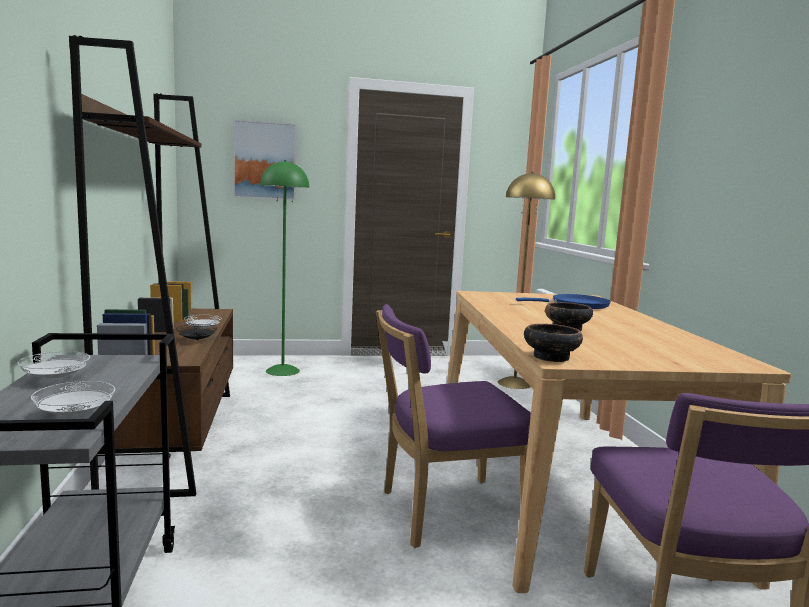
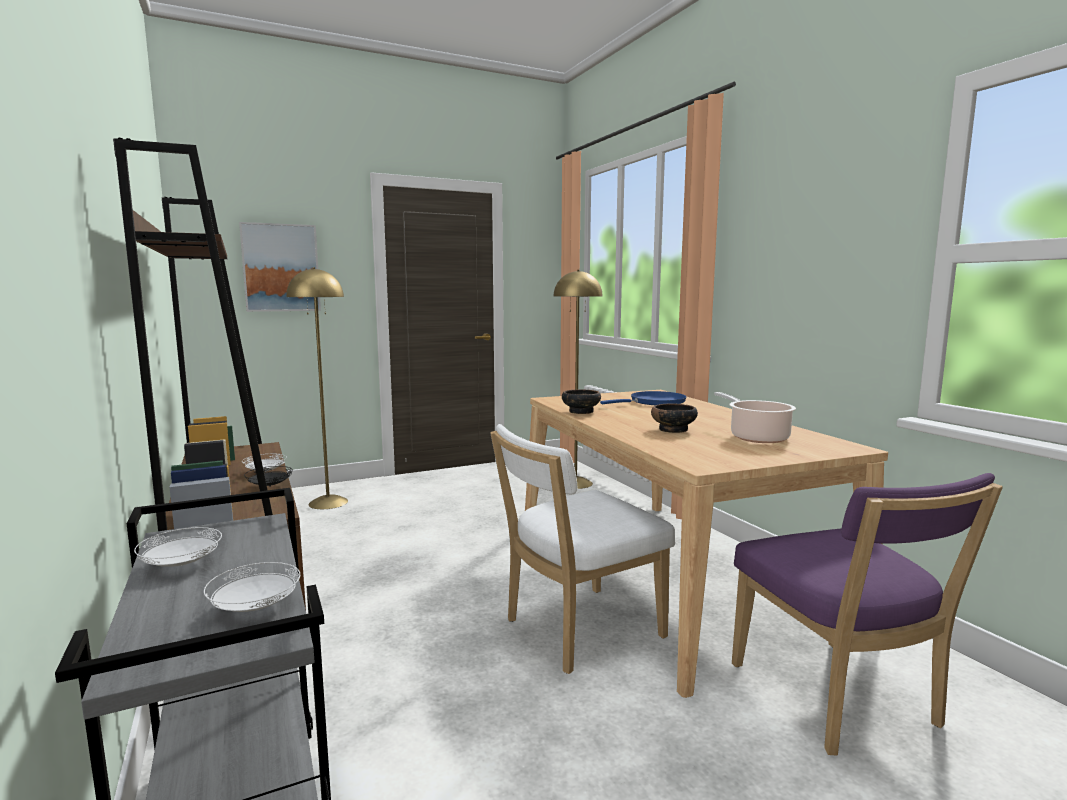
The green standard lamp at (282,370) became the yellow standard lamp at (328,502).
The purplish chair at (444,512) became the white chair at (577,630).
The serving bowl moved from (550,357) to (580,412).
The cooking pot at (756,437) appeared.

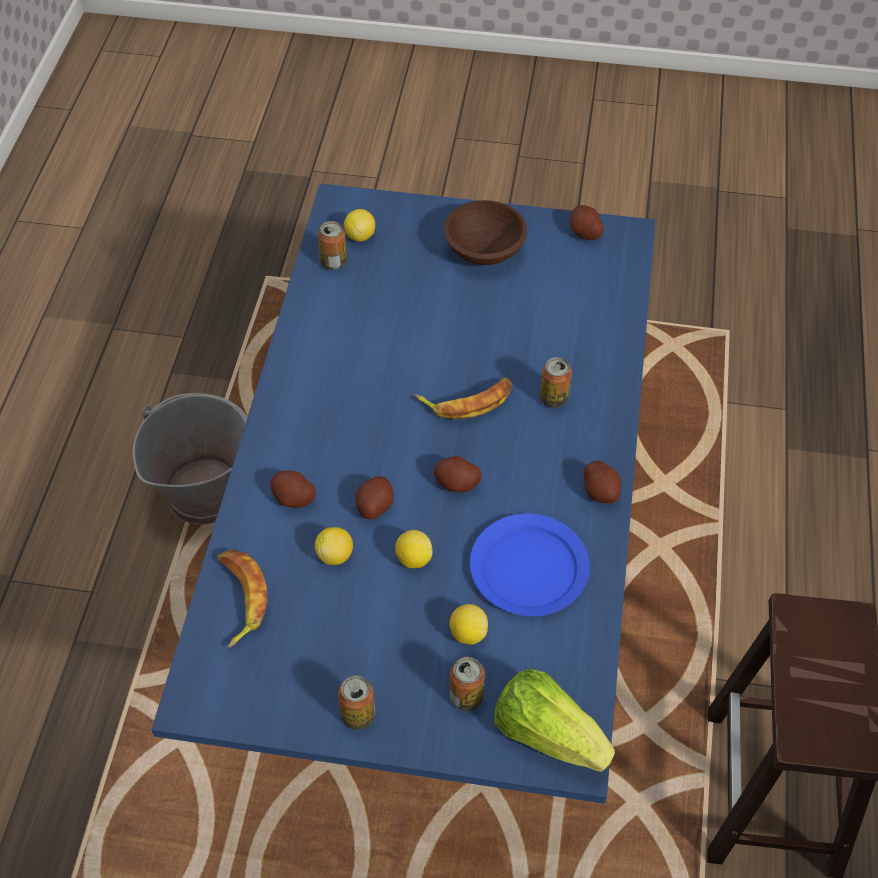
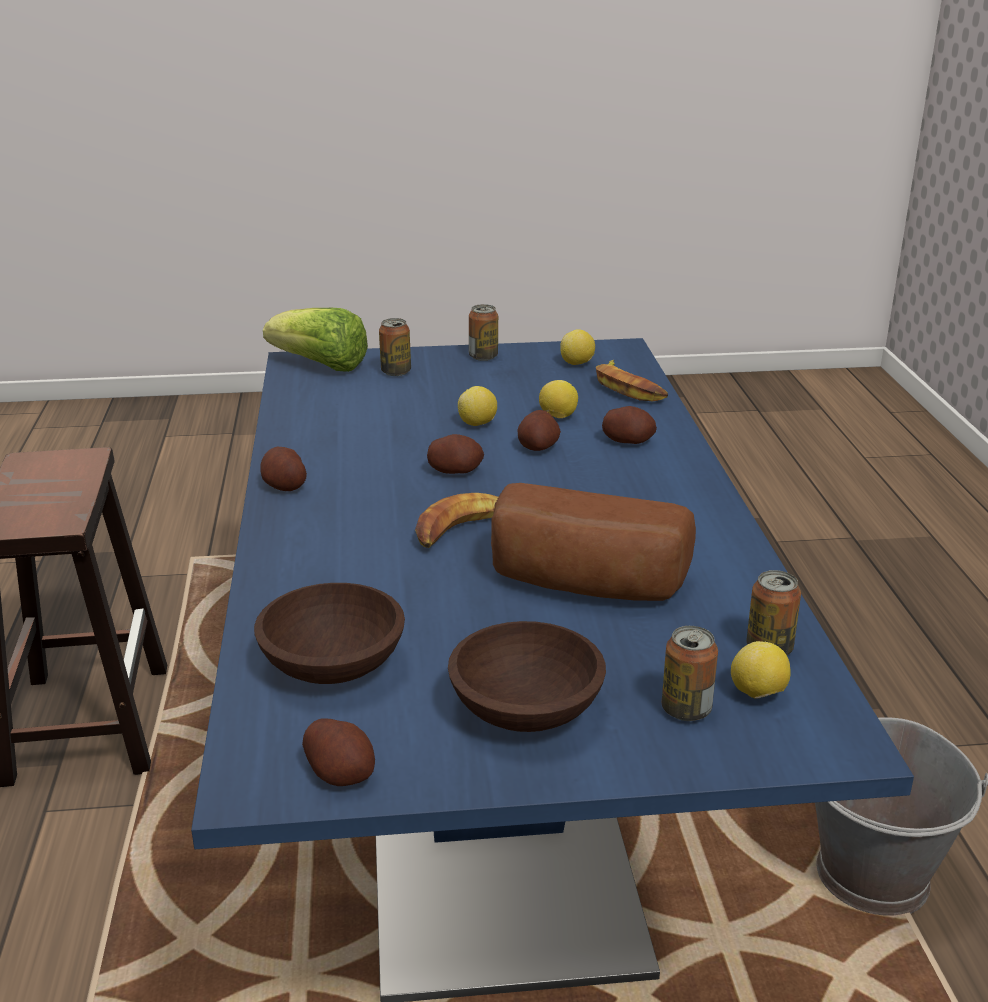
The can moved from (553,398) to (686,709).
The blue-coloured plate at (528,568) disappeared.
The citrus fruit moved from (468,633) to (577,364).
The bakery bread at (585,584) appeared.
The brown-coloured serving bowl at (335,664) appeared.

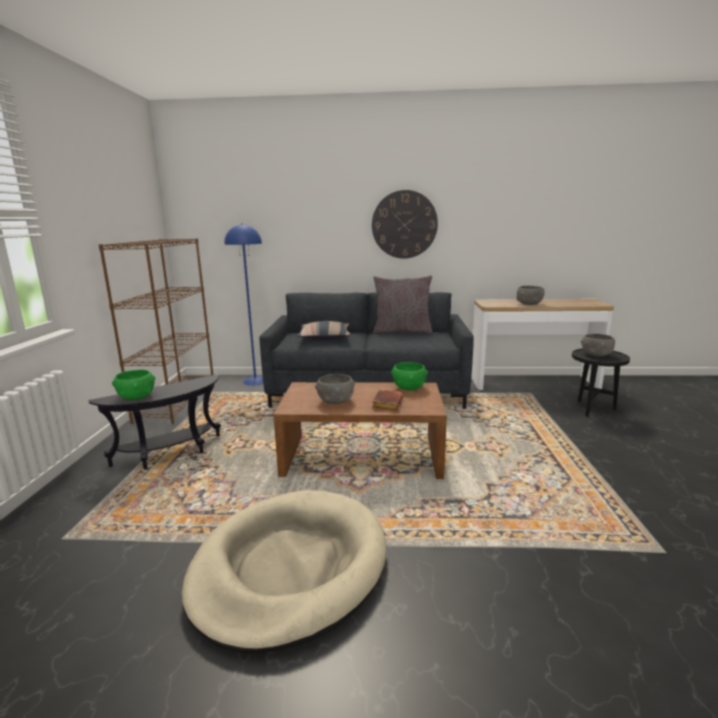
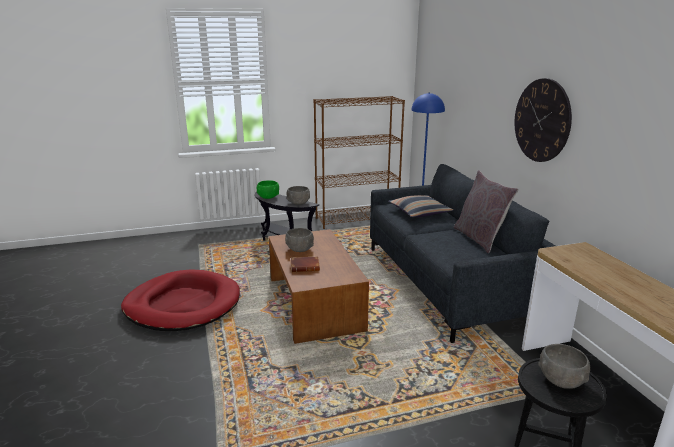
The grey serving bowl moved from (529,304) to (298,203).
The green serving bowl at (408,387) disappeared.
The sand-coloured dog cushion at (290,568) became the red-coloured dog cushion at (183,305).

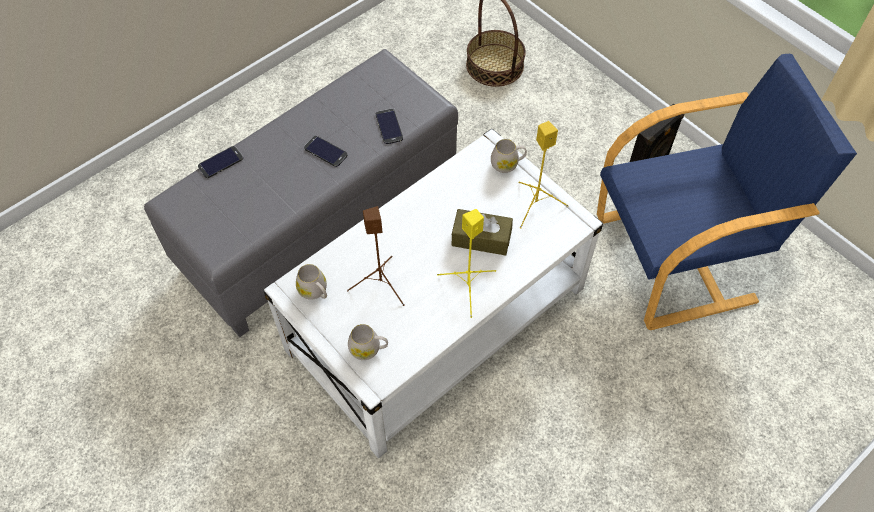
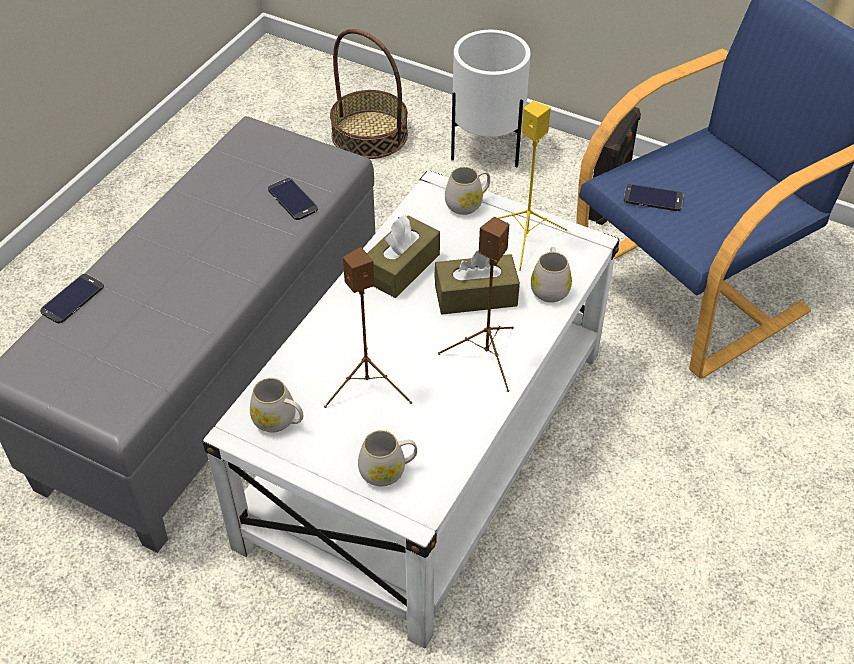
The phone moved from (325,151) to (653,198).
The yellow loudspeaker at (468,288) became the brown-coloured loudspeaker at (487,357).
The white flower pot at (486,151) appeared.
The brown-coloured tissue box at (402,268) appeared.
The white mug at (550,287) appeared.

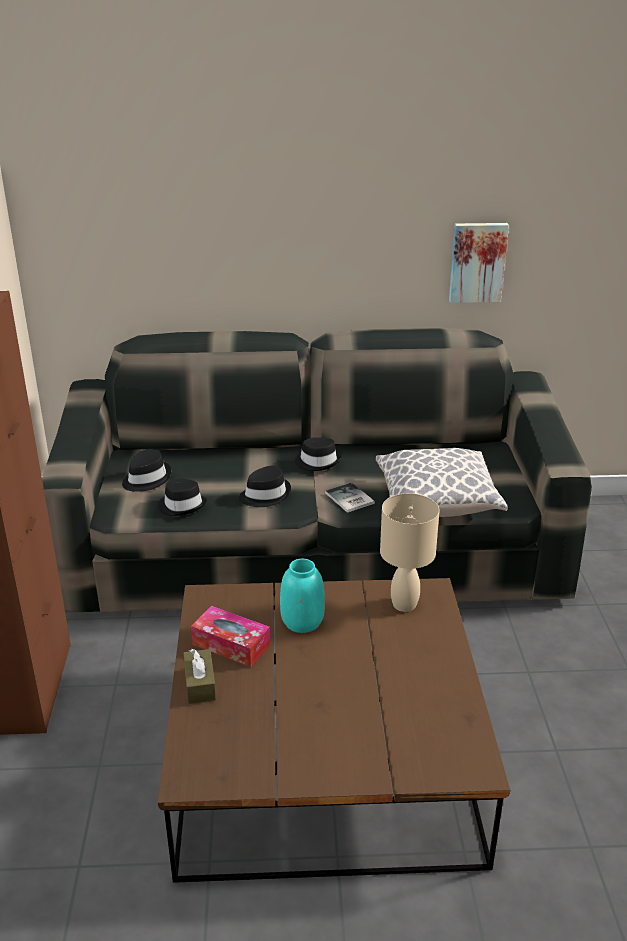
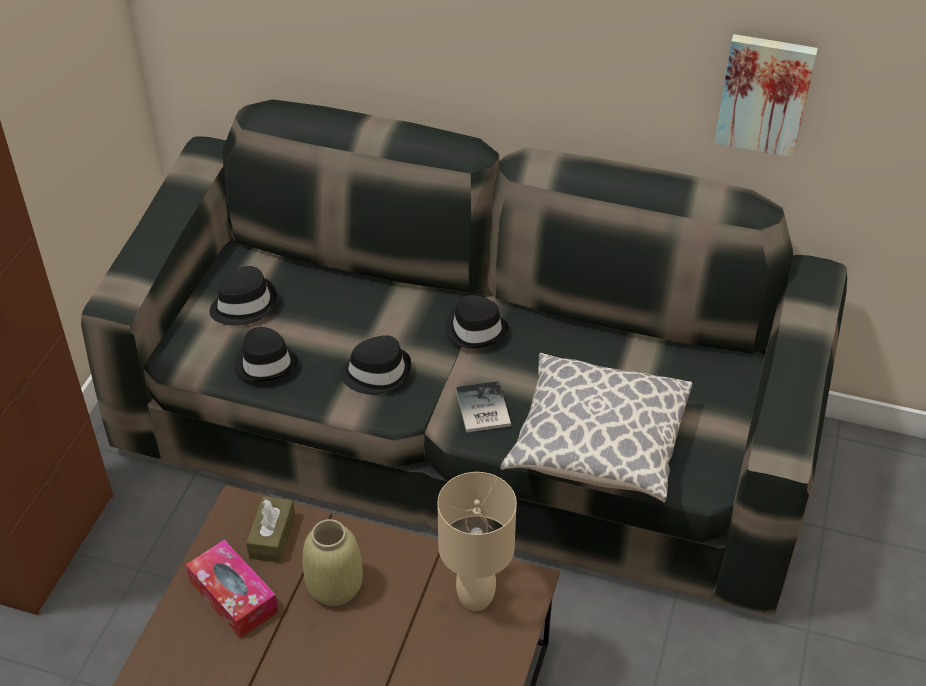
The turquoise-coloured flower vase at (303,622) became the sand-coloured flower vase at (335,587).
The brown-coloured tissue box moved from (200,684) to (272,537).

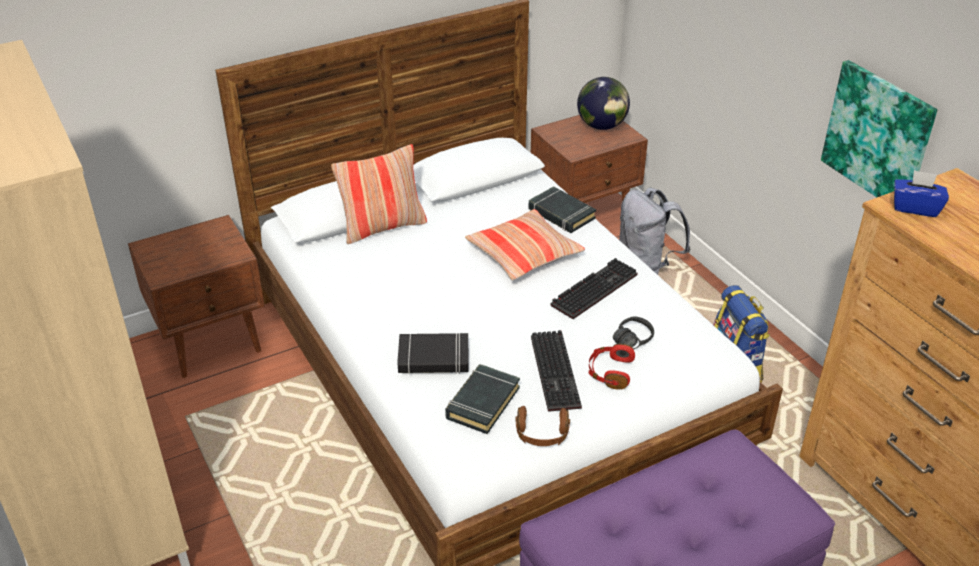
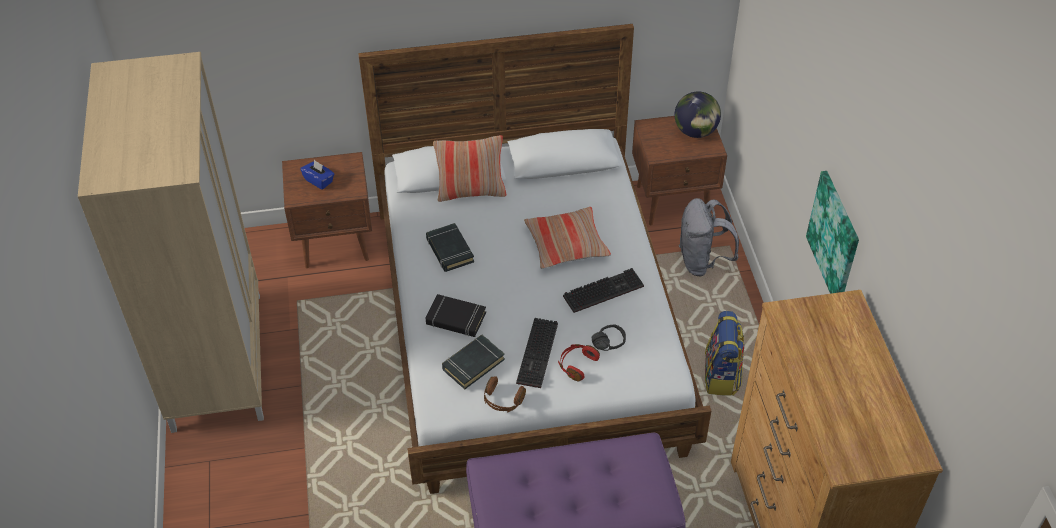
The blue-coloured tissue box moved from (915,207) to (319,181).
The blackish volume moved from (561,214) to (449,250).

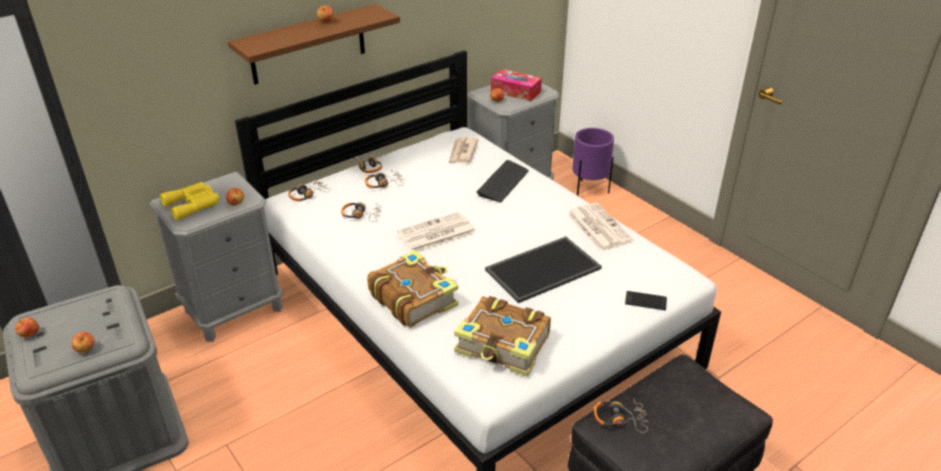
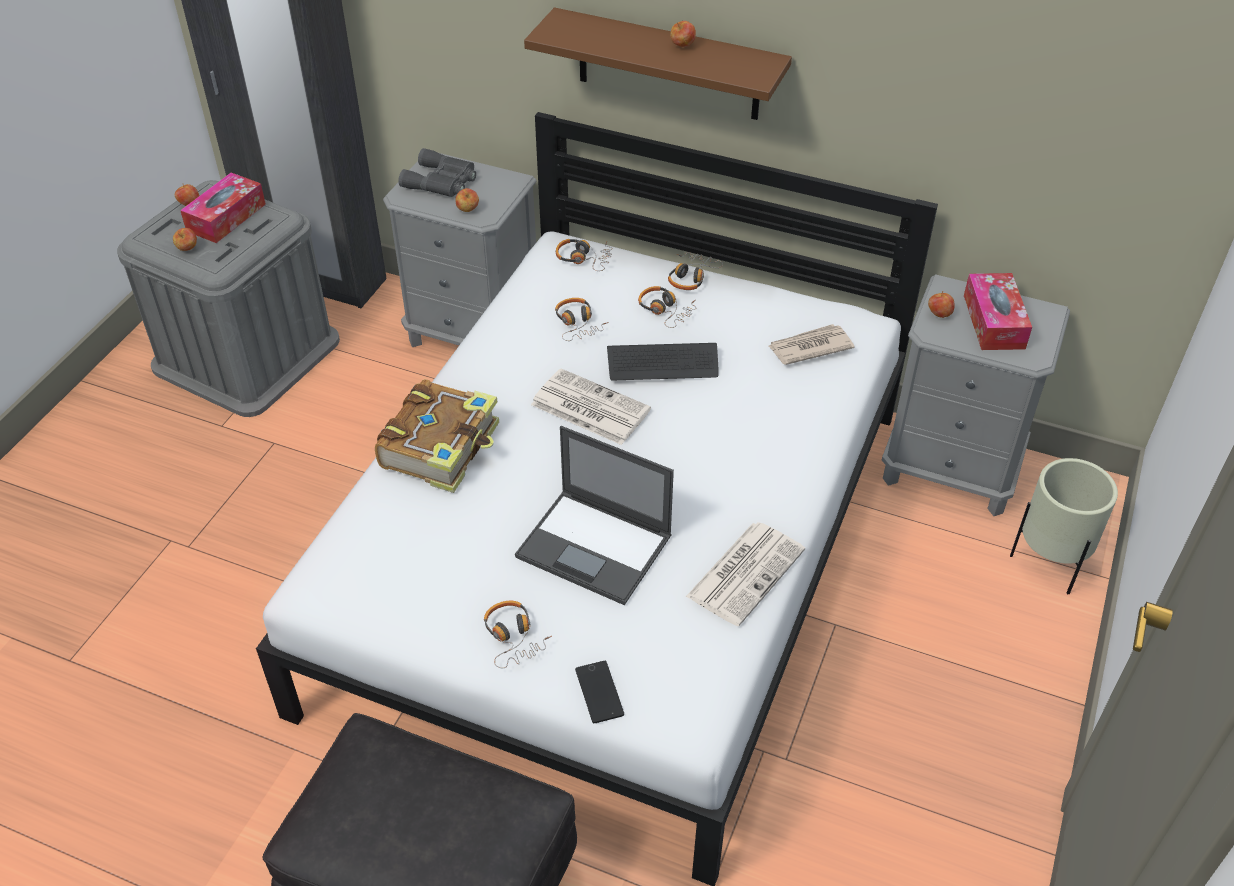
The purplish flower pot at (589,190) became the sand-coloured flower pot at (1048,565).
The PC keyboard moved from (503,182) to (662,364).
The yellow field glasses at (193,204) became the grey field glasses at (442,181).
The tray at (543,268) was replaced by the notebook computer at (596,547).
The volume at (503,346) disappeared.
The pair of headphones moved from (619,419) to (513,637).
The tissue box at (226,217) appeared.

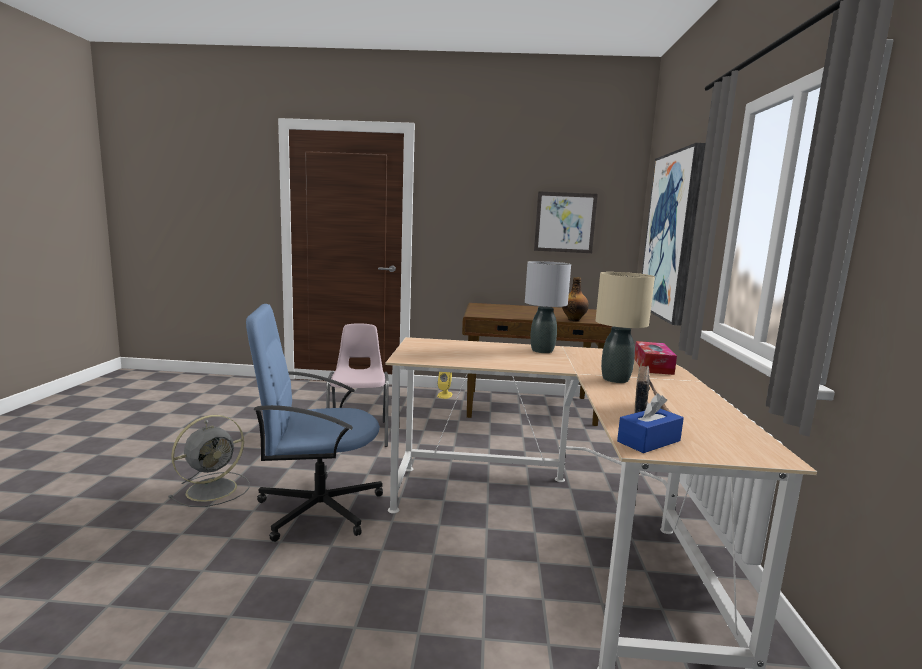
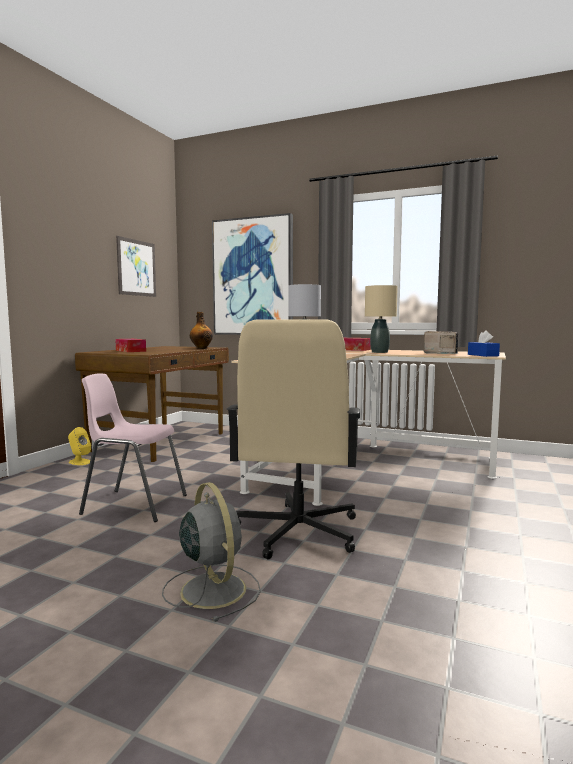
The blue-coloured desk chair at (317,508) became the sand-coloured desk chair at (297,531).
The tissue box at (130,351) appeared.

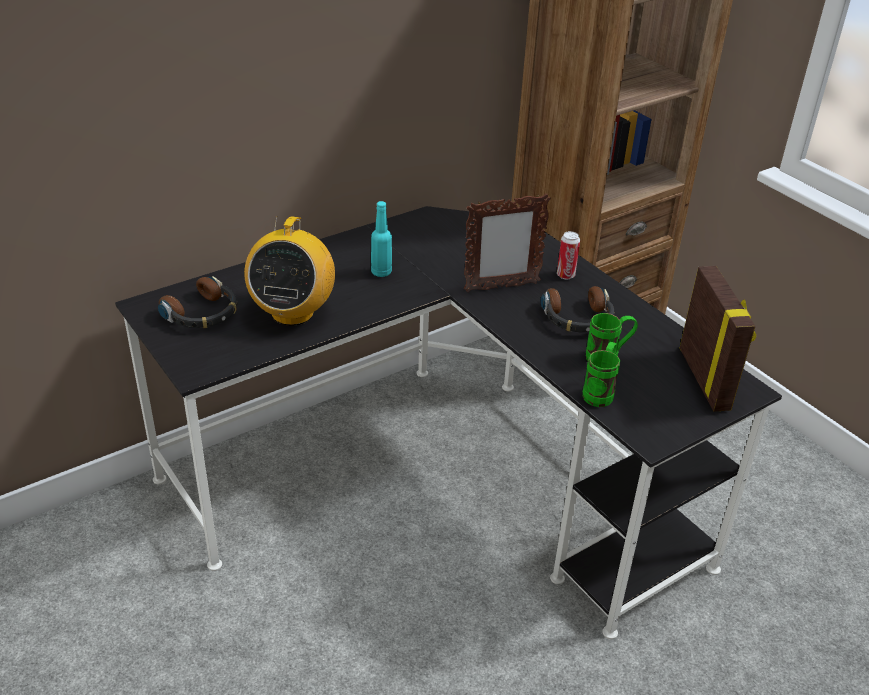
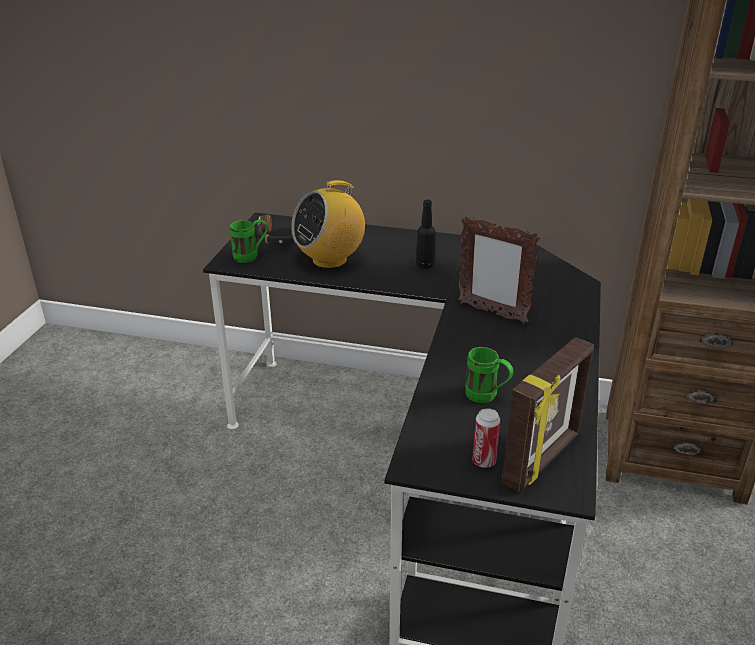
The turquoise-coloured beverage bottle at (381,272) became the blackish beverage bottle at (425,265).
The can moved from (565,275) to (484,461).
The pair of headphones at (578,318) disappeared.
The green mug moved from (600,392) to (251,257).

